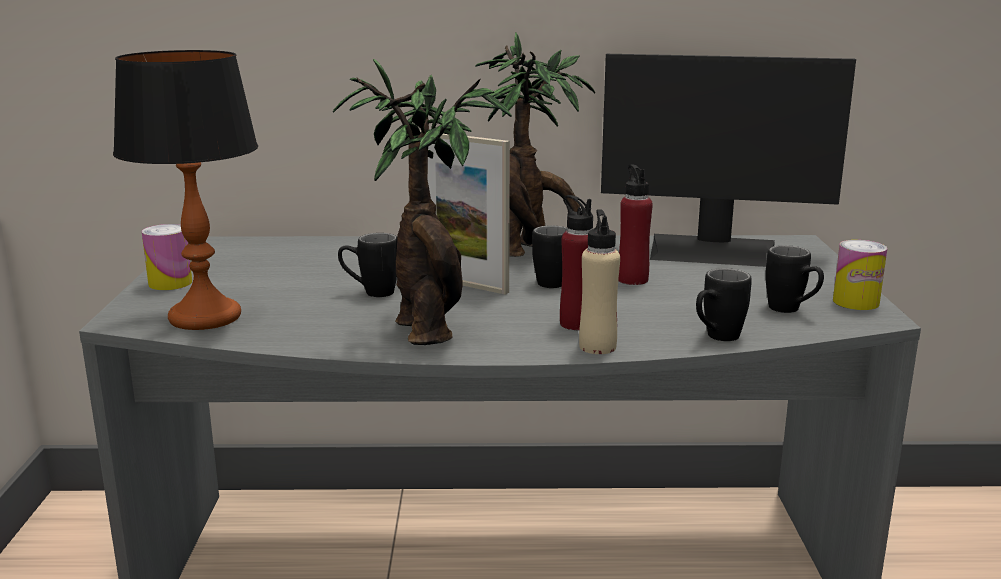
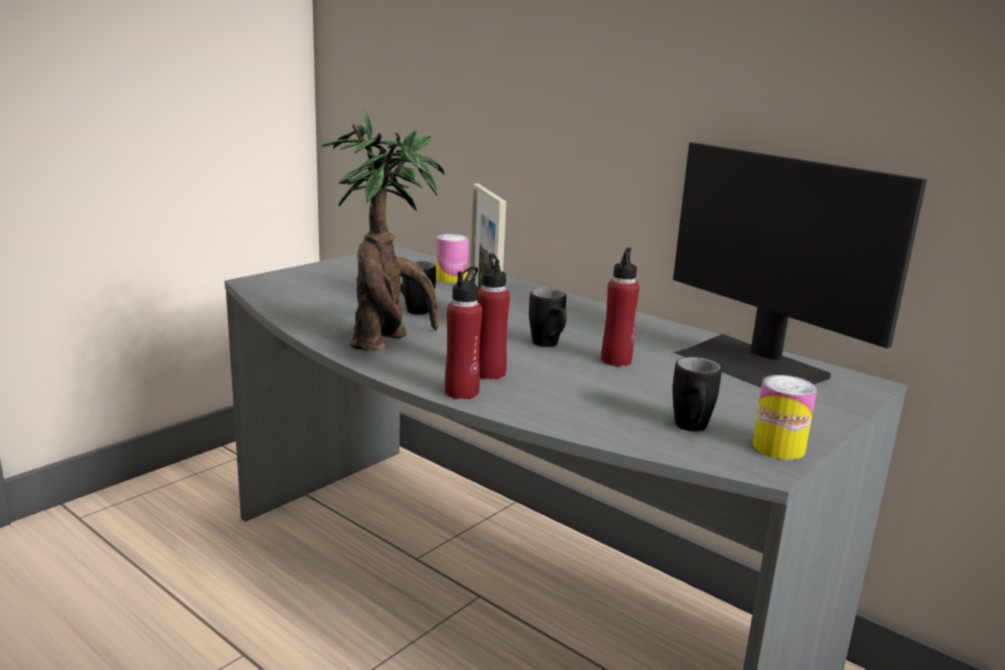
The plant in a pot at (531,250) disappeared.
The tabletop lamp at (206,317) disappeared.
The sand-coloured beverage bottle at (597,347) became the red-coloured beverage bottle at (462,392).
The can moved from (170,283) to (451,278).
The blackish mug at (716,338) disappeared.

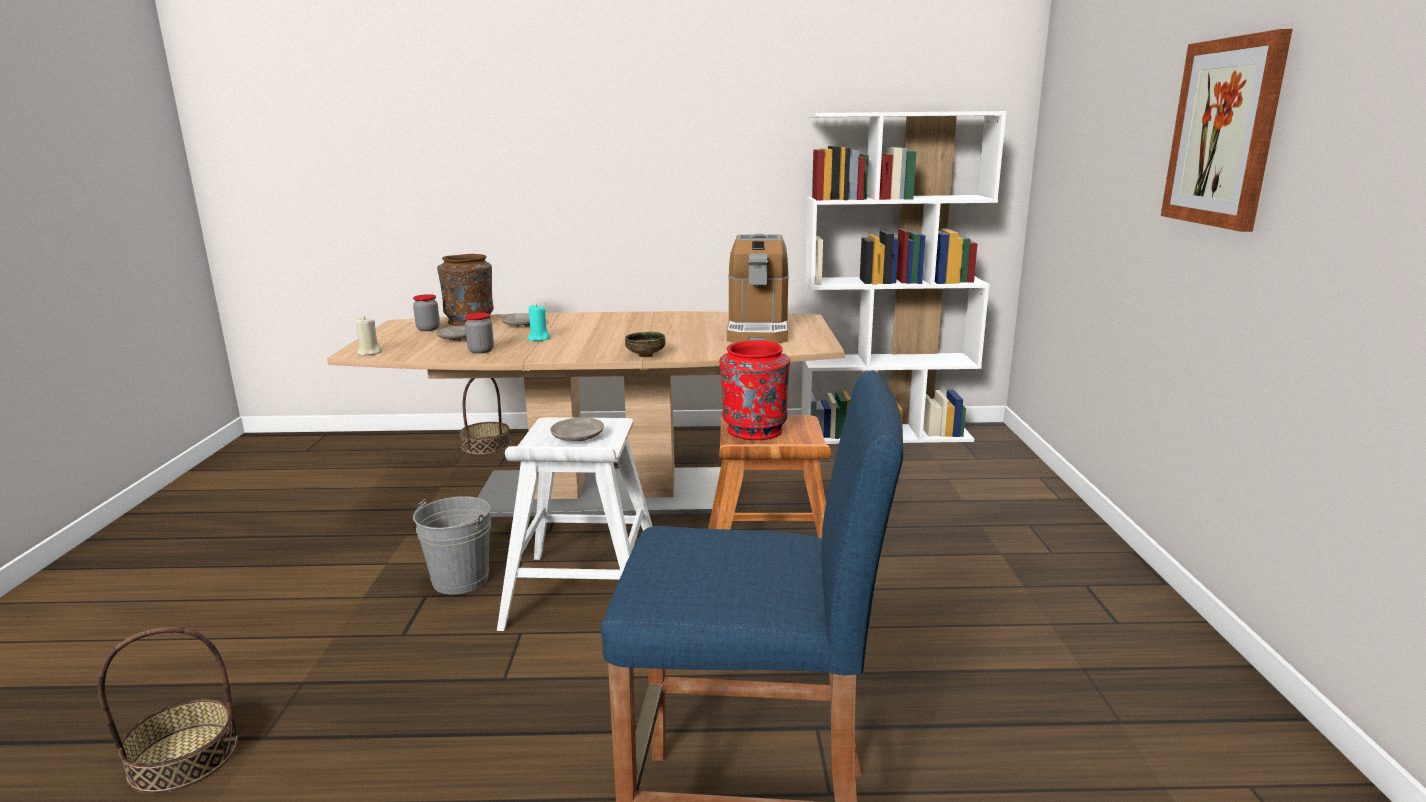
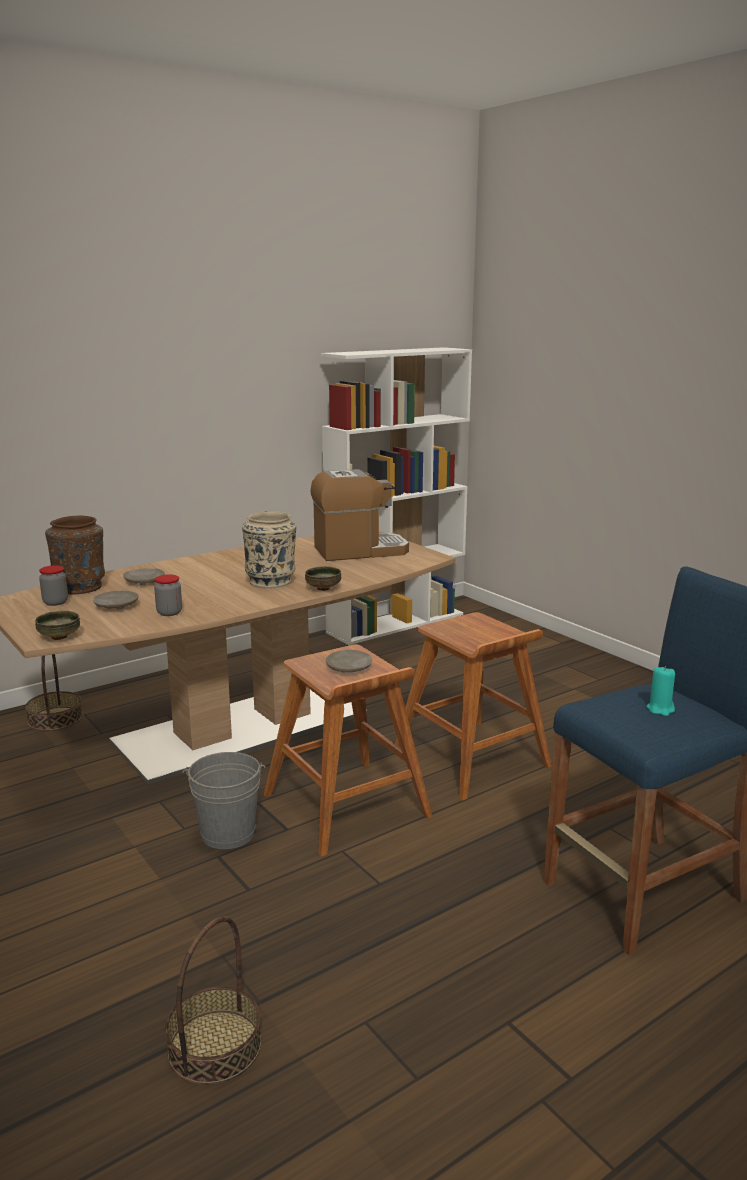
The wall picture at (1224,133) disappeared.
The coffee brewer at (758,330) turned 75 degrees counterclockwise.
The turquoise-coloured wax light moved from (538,339) to (660,709).
The sand-coloured wax light at (369,353) was replaced by the serving bowl at (59,637).
The red-coloured flower vase at (754,431) disappeared.
The white sitting stool at (584,593) became the brown-coloured sitting stool at (347,806).
The sand-coloured flower vase at (271,581) appeared.

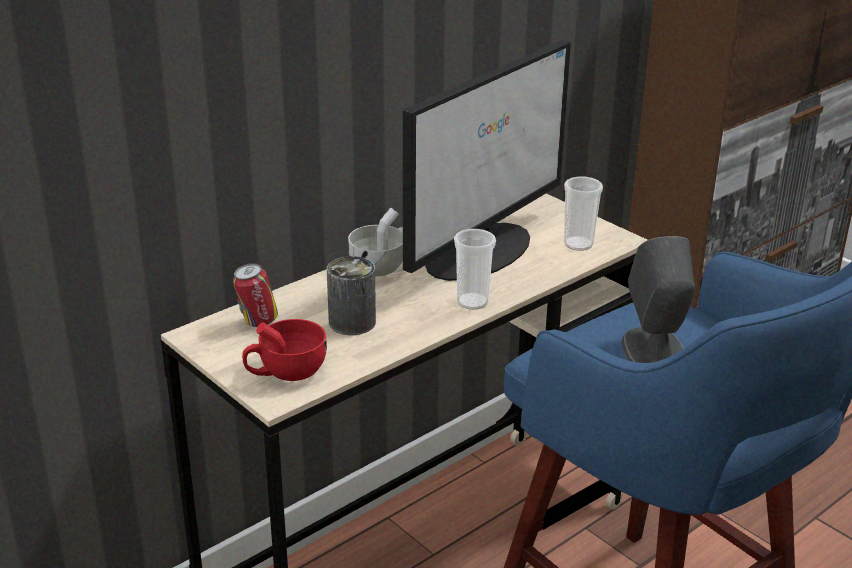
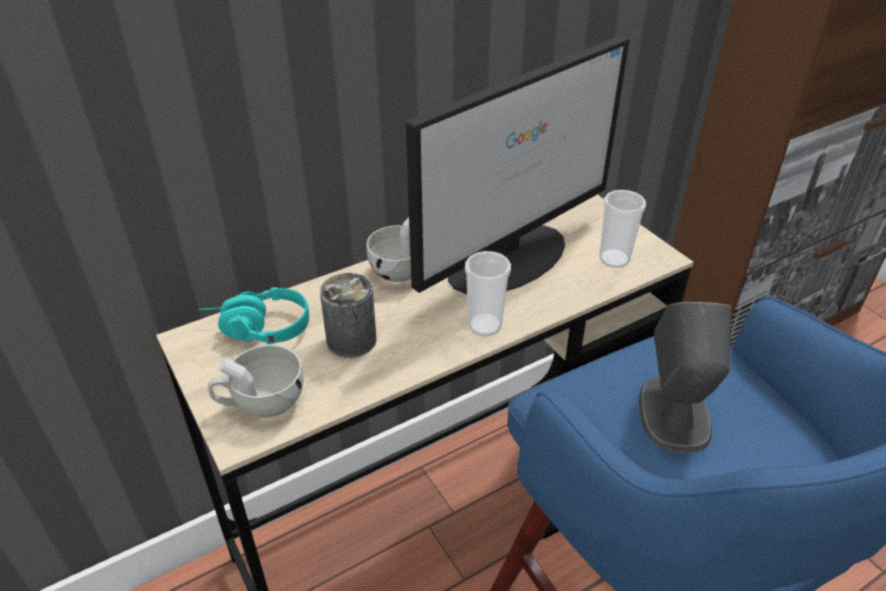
The can at (257,323) was replaced by the turquoise-coloured pair of headphones at (256,330).
The red-coloured cup at (286,372) became the white cup at (261,402).

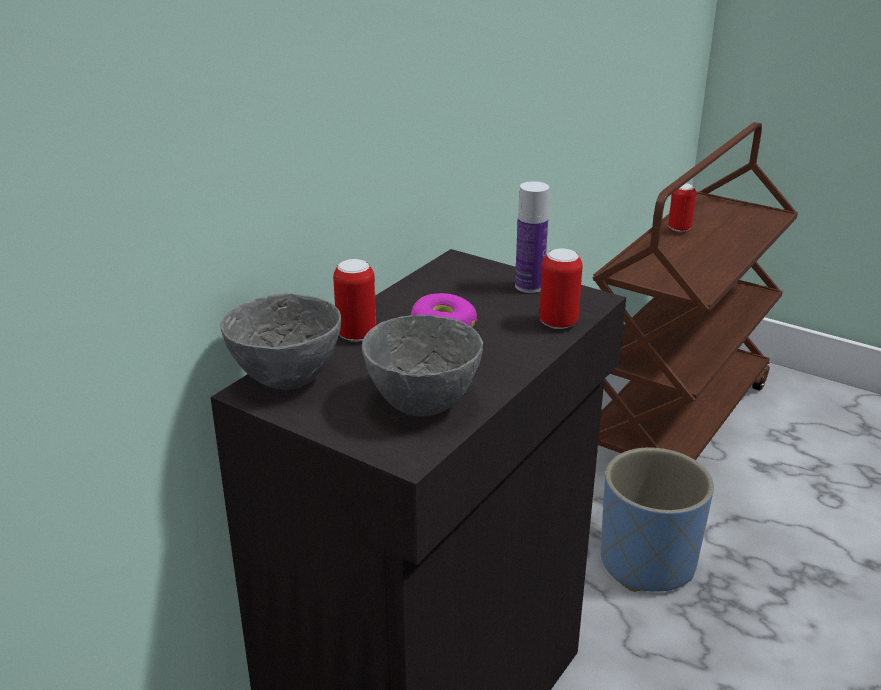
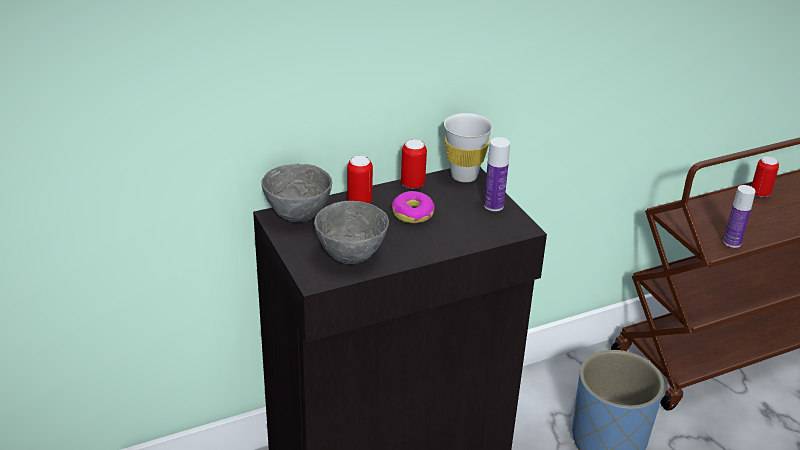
The can moved from (558,323) to (412,184).
The white cup at (464,176) appeared.
The beverage bottle at (732,242) appeared.

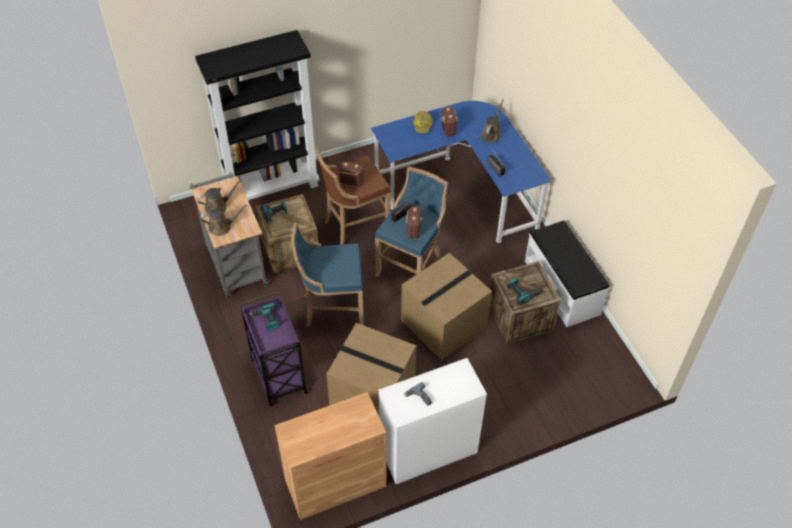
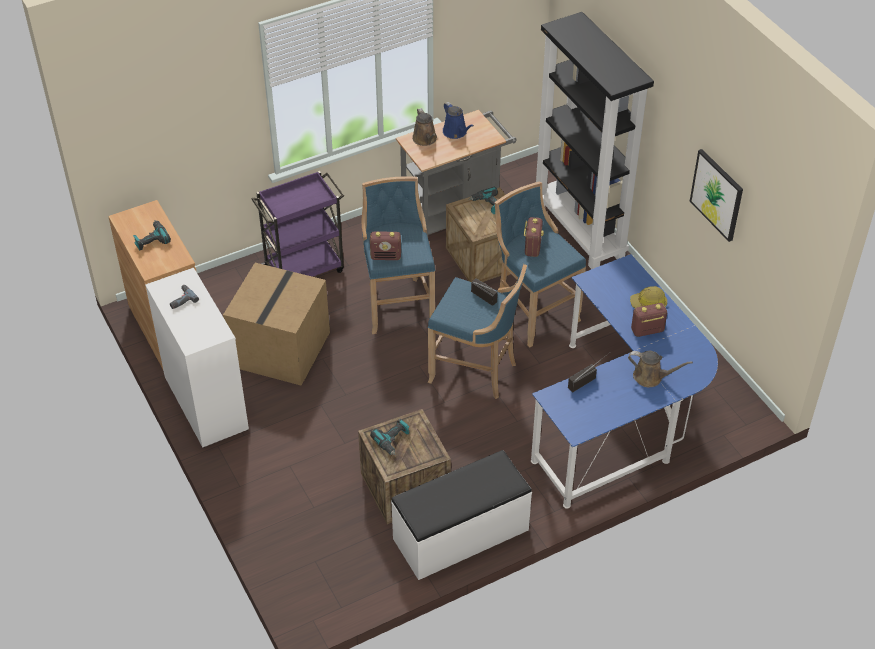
The brown-coloured sitting stool at (354,225) became the blue-coloured sitting stool at (533,311).
The brown-coloured watering pot at (218,206) became the blue-coloured watering pot at (456,132).
The radio moved from (413,230) to (386,256).
The carton at (443,325) disappeared.
The power drill moved from (266,319) to (151,239).
The wall picture at (717,194) appeared.

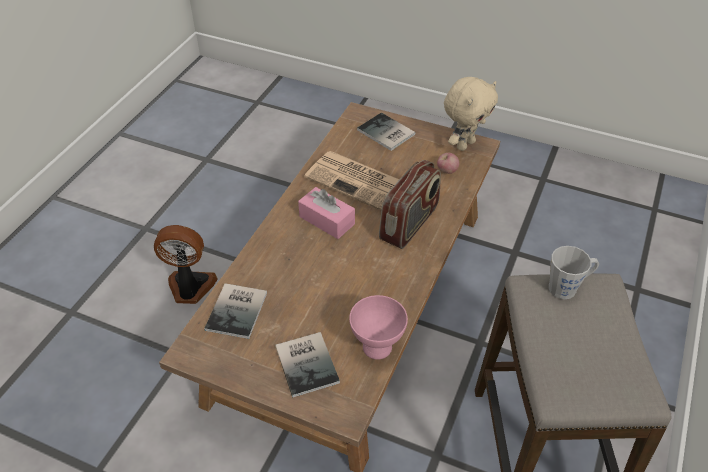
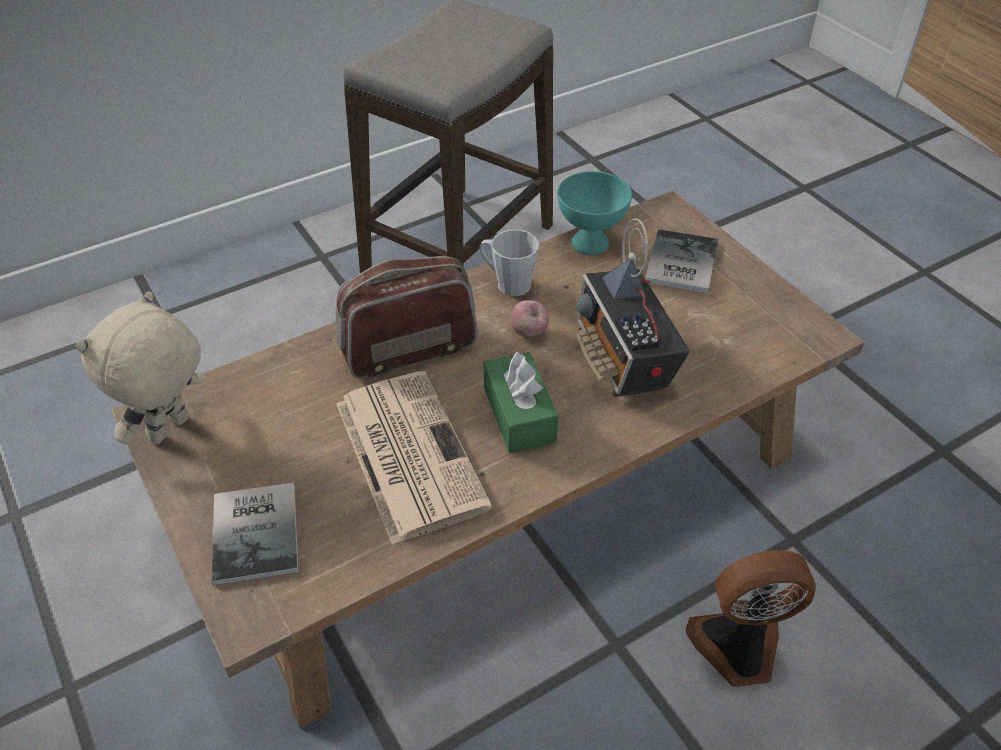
The sand-coloured soft toy at (464,144) turned 45 degrees counterclockwise.
The apple moved from (447,171) to (529,332).
The pink tissue box at (327,220) became the green tissue box at (519,414).
The electric fan at (190,288) turned 135 degrees clockwise.
The grey mug moved from (567,287) to (507,283).
The volume at (239,310) disappeared.
The pink serving bowl at (377,348) became the turquoise-coloured serving bowl at (590,243).
The radio at (623,361) appeared.

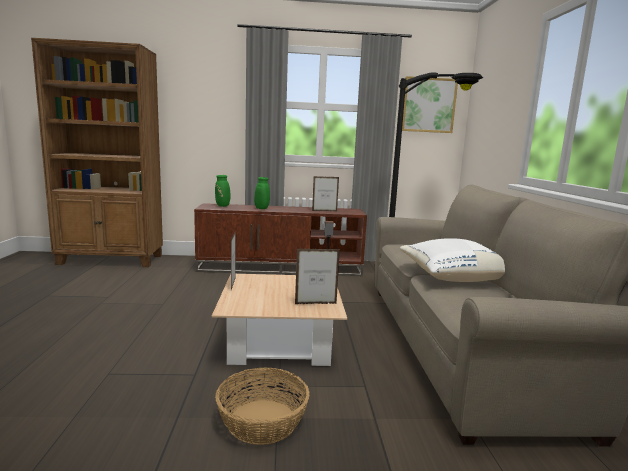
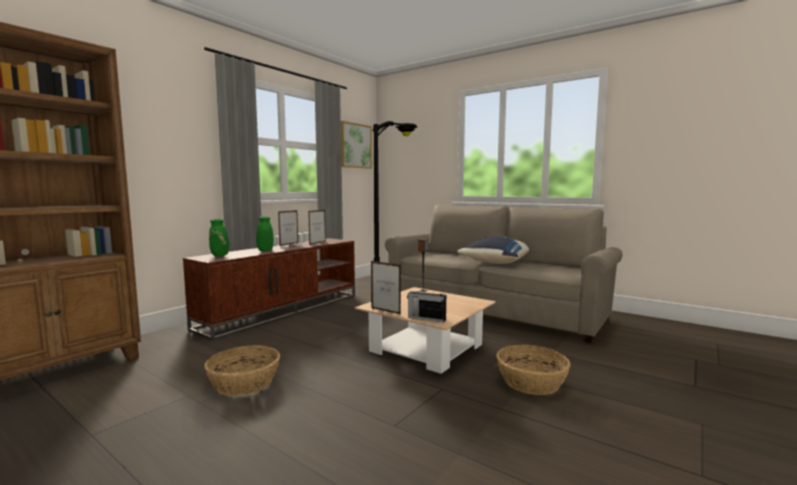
The white throw pillow at (452,277) became the blue-coloured throw pillow at (495,263).
The standing frame moved from (316,304) to (289,244).
The radio at (426,318) appeared.
The household basket at (245,383) appeared.

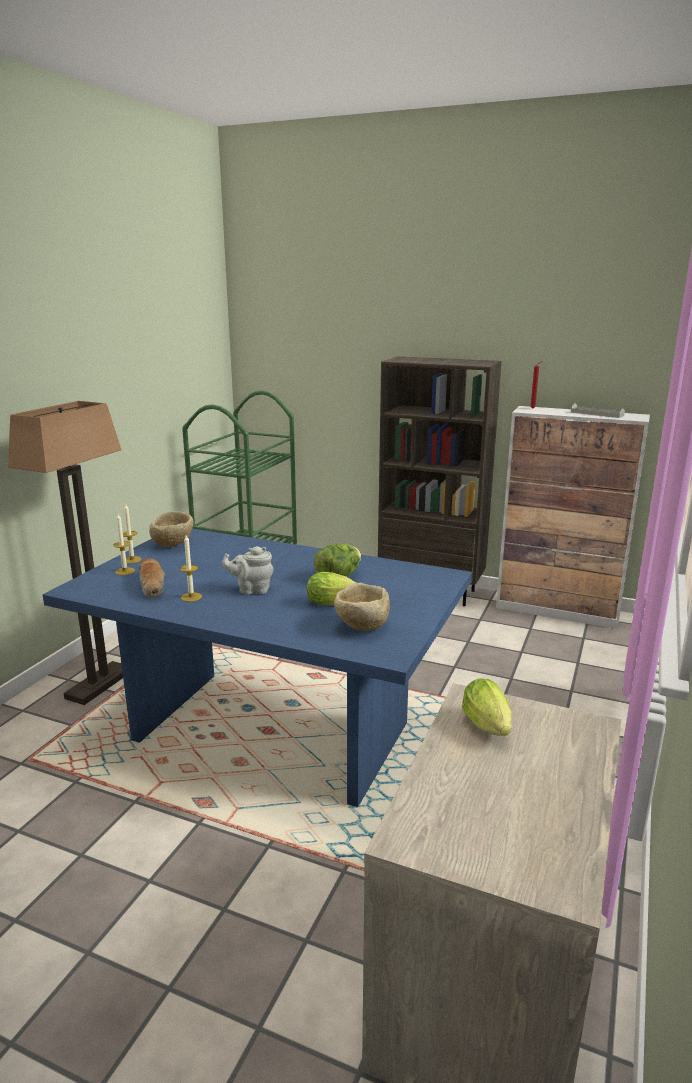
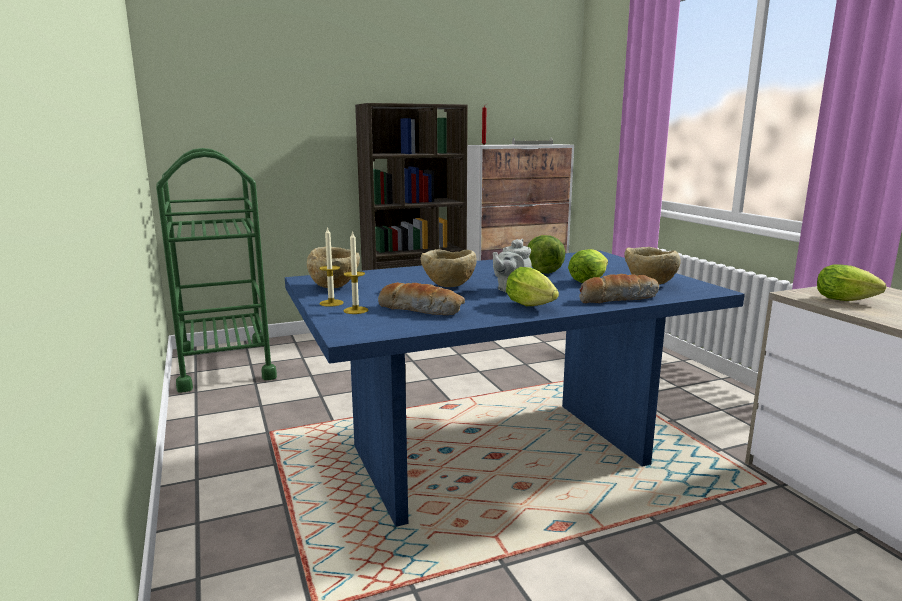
The standard lamp at (99,684) disappeared.
The wax light at (191,597) disappeared.
The sand-coloured serving bowl at (448,287) appeared.
The lettuce at (533,306) appeared.
The bakery bread at (617,299) appeared.

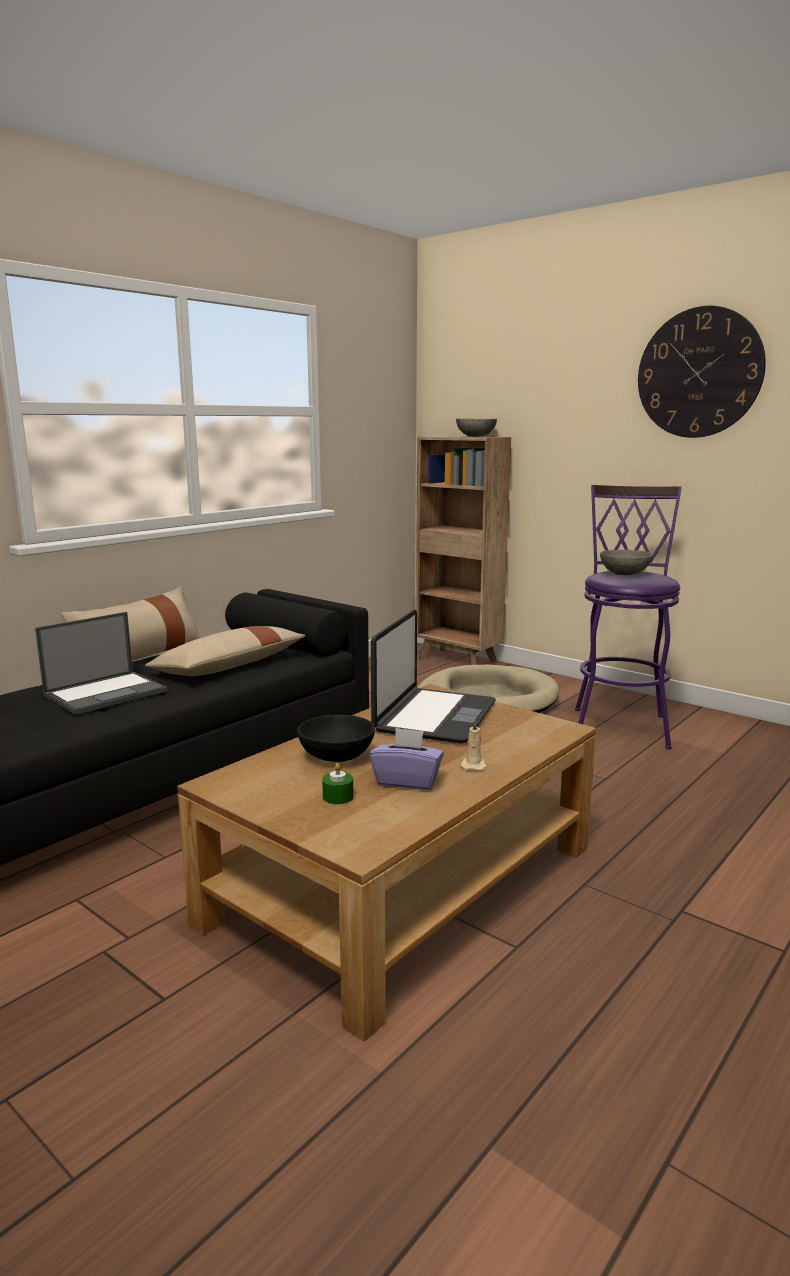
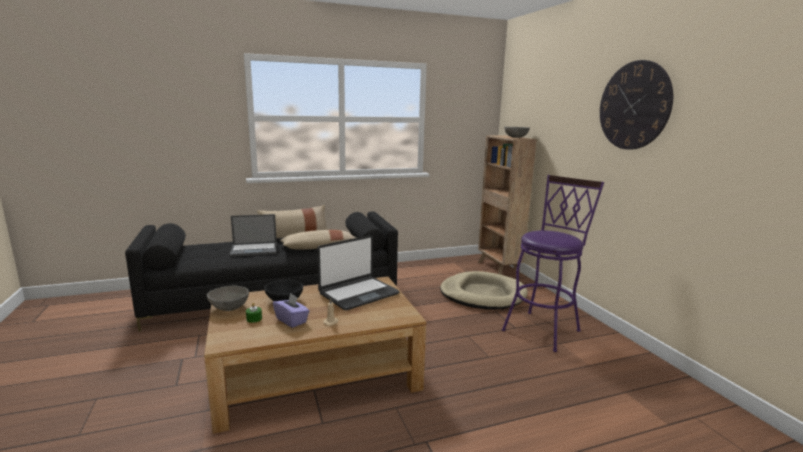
The grey serving bowl moved from (625,574) to (230,308).

